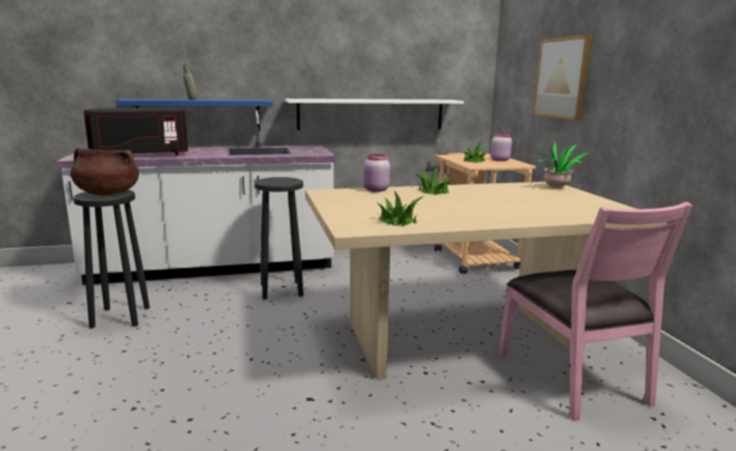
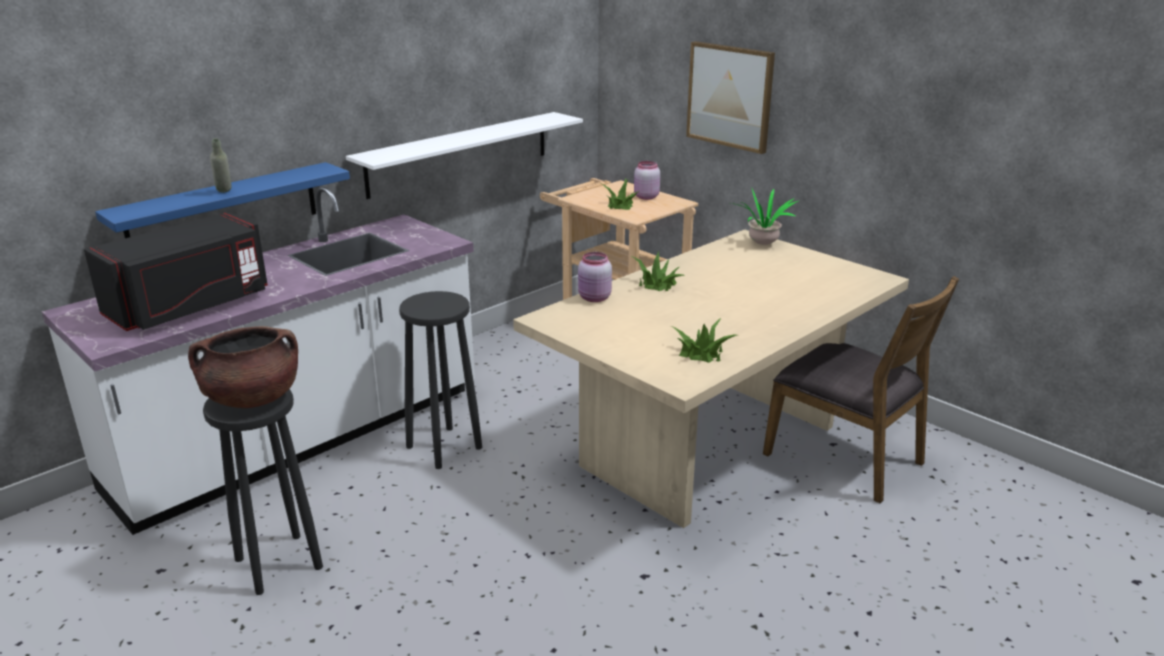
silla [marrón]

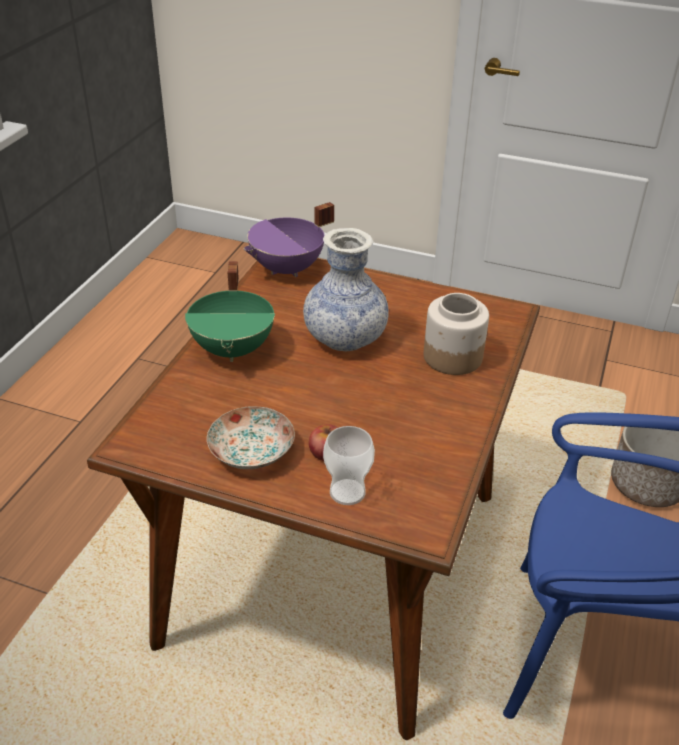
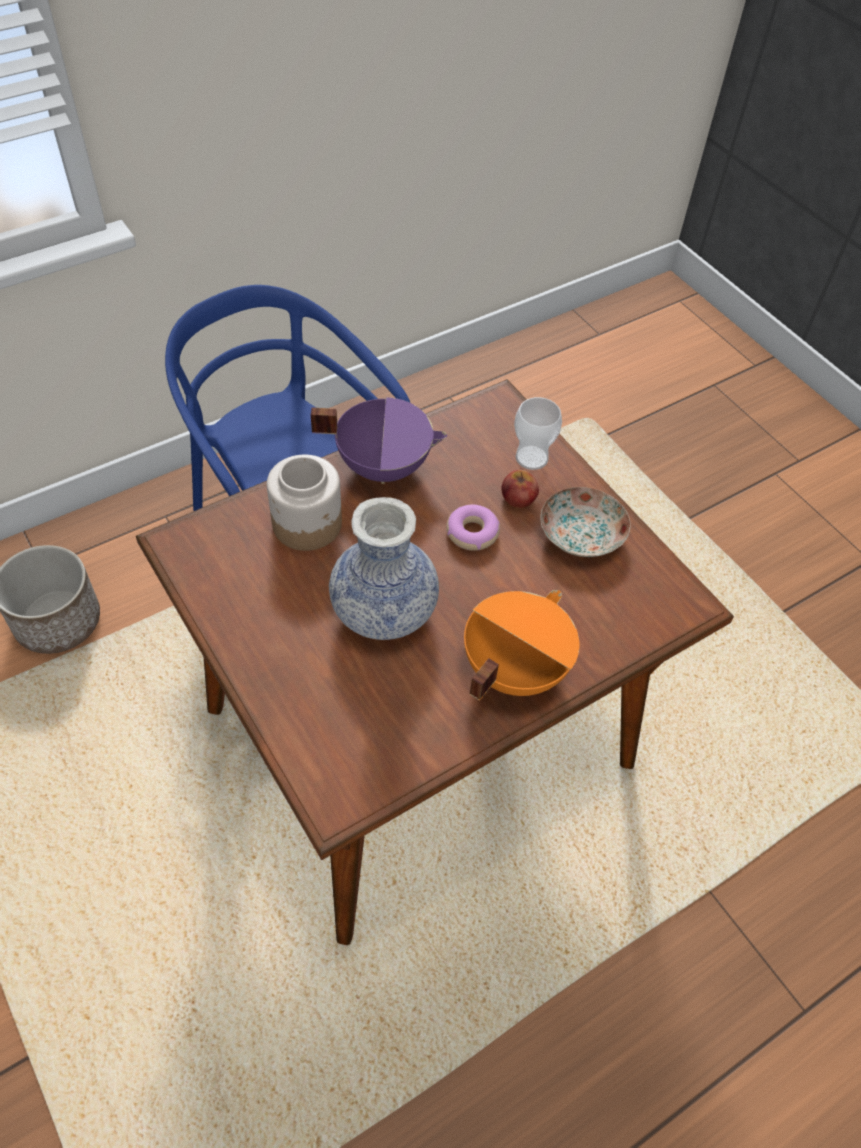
olla [morado]
olla [naranja]
rosquilla

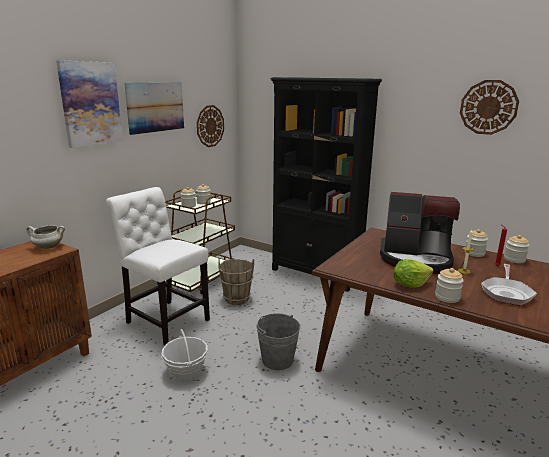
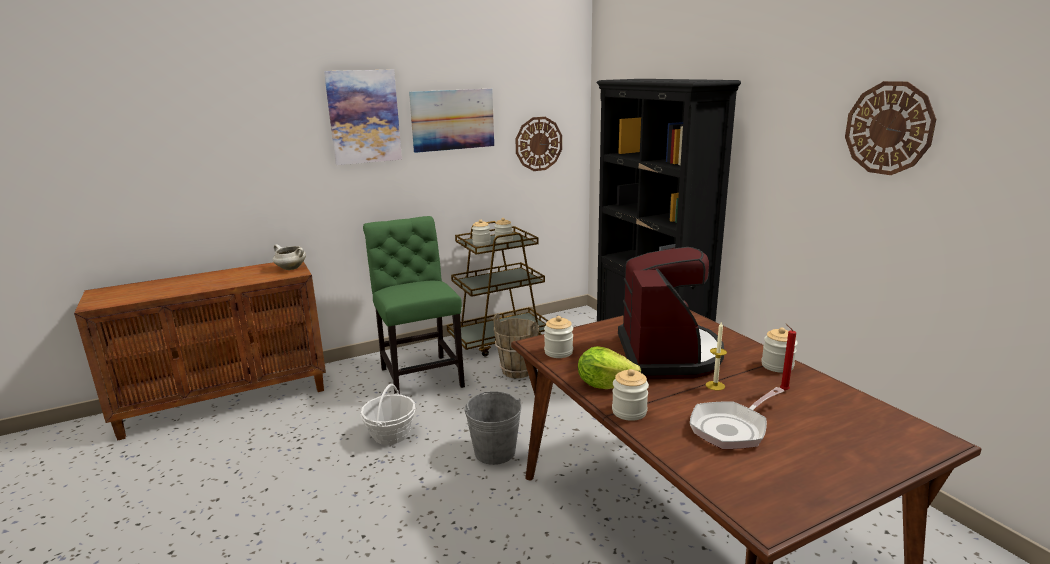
silla [verde]
cafetera
tarro (3rd from left)

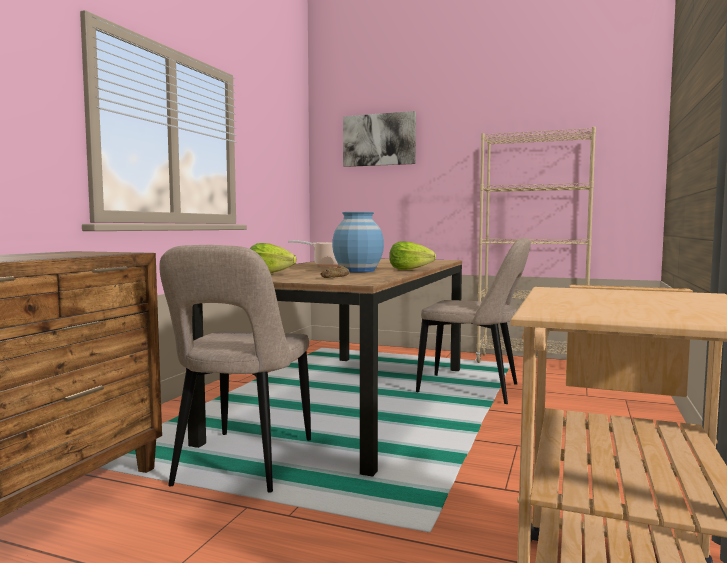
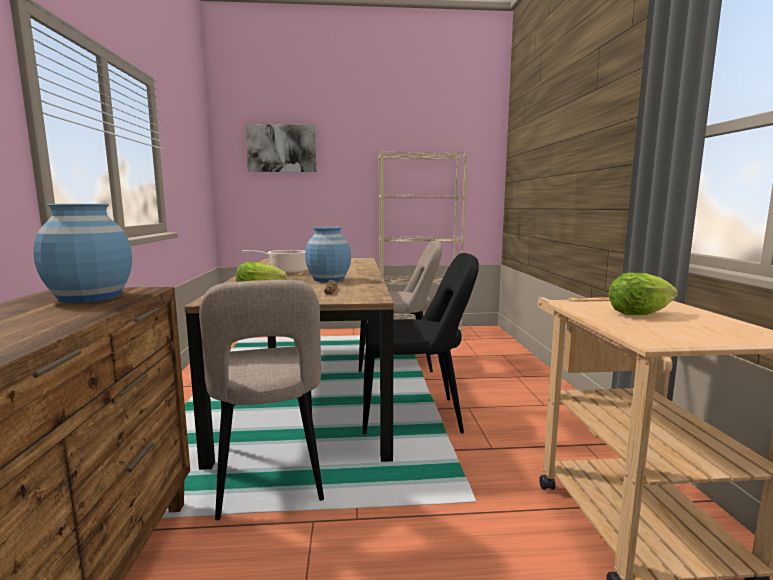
lechuga (2nd from left)
florero [azul] (1st from left)
silla [negro]

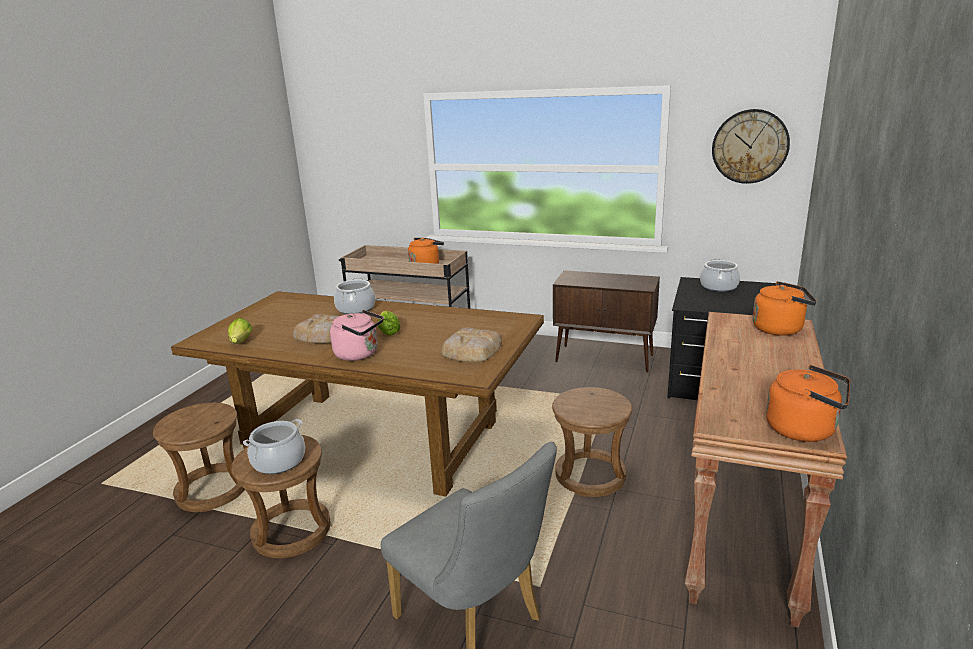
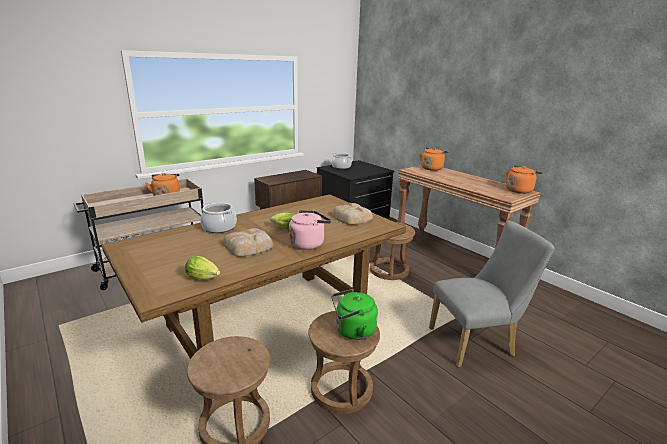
reloj de pared
hervidor [verde]

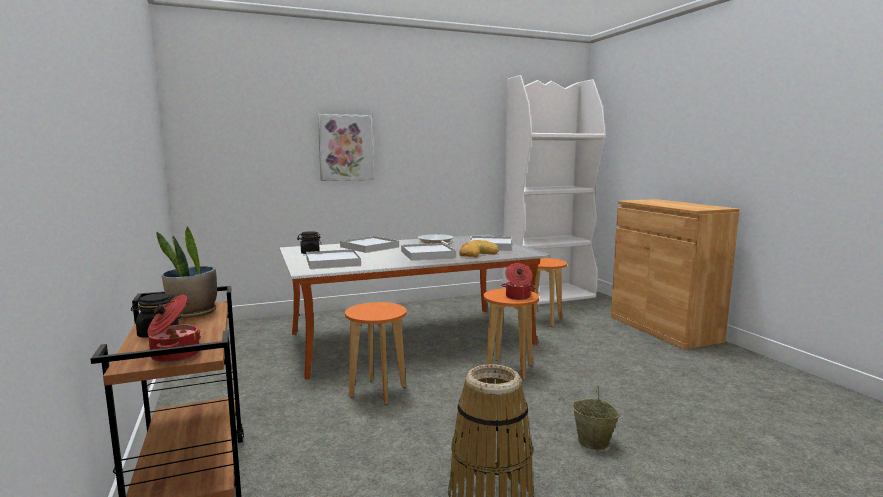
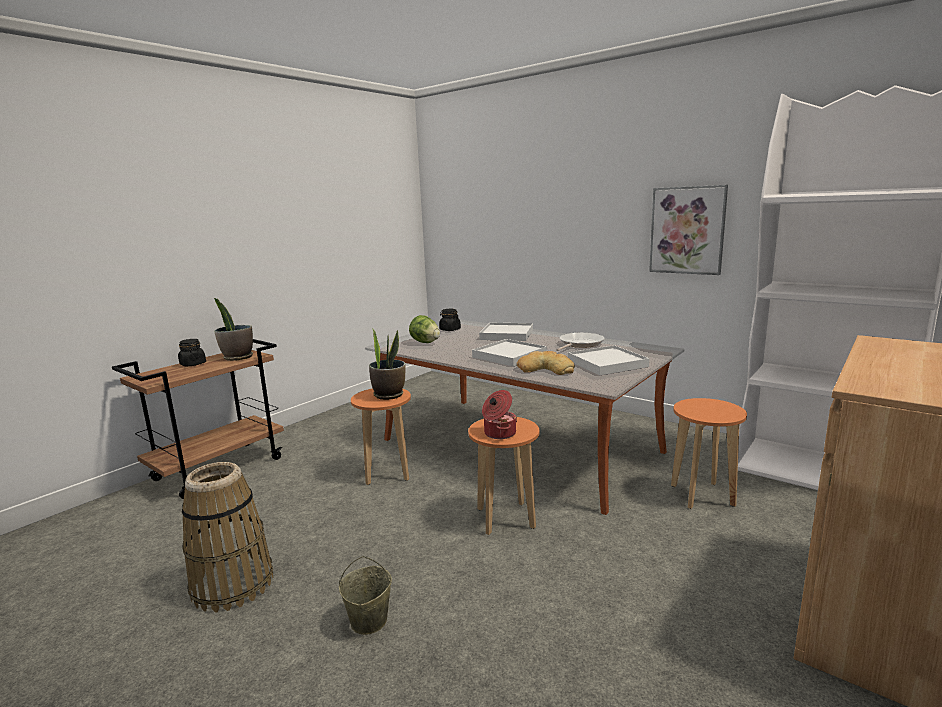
cuadro
lechuga
olla (1st from left in the first image)
planta en maceta (2nd from left)

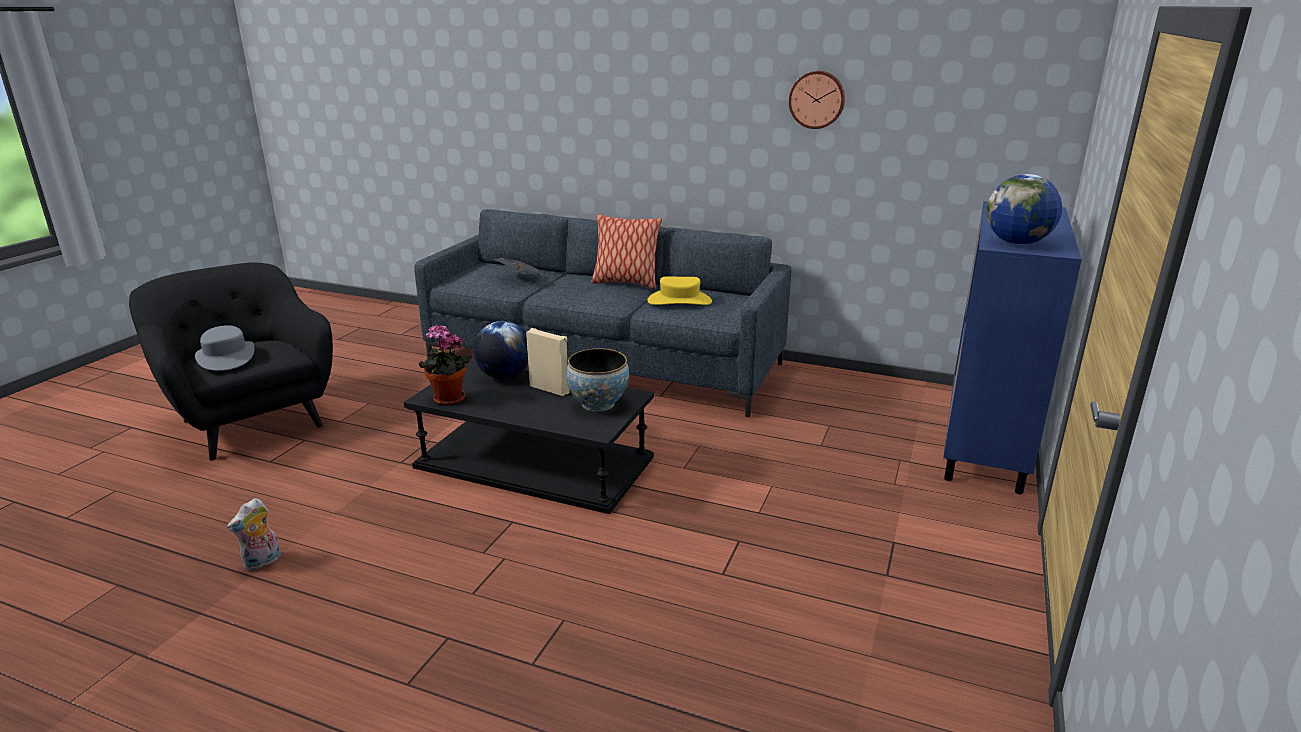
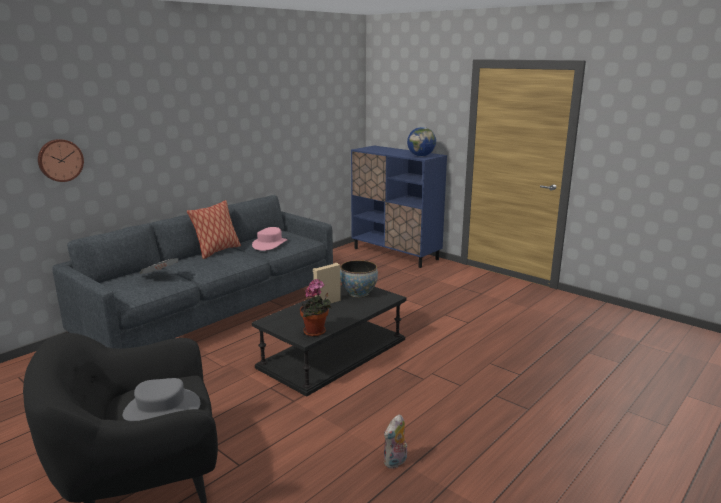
reloj de pared
sombrero [rosa]
globo terráqueo (1st from left in the first image)
peluche

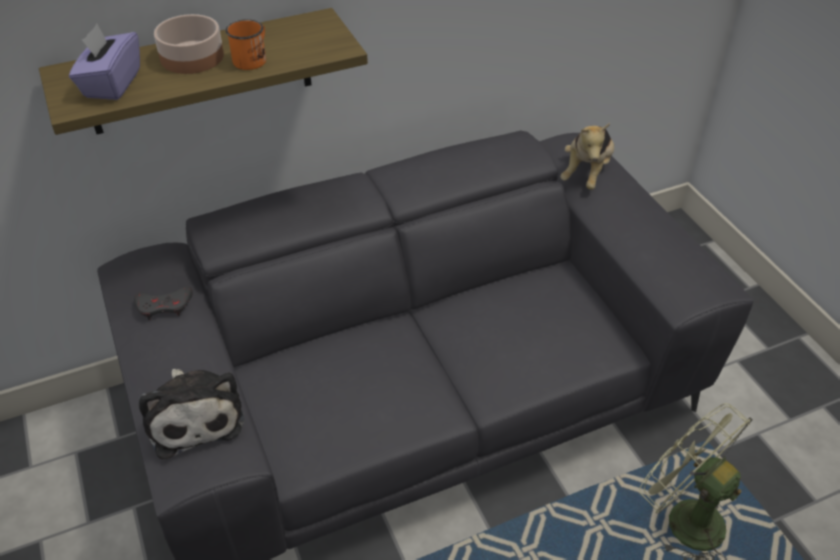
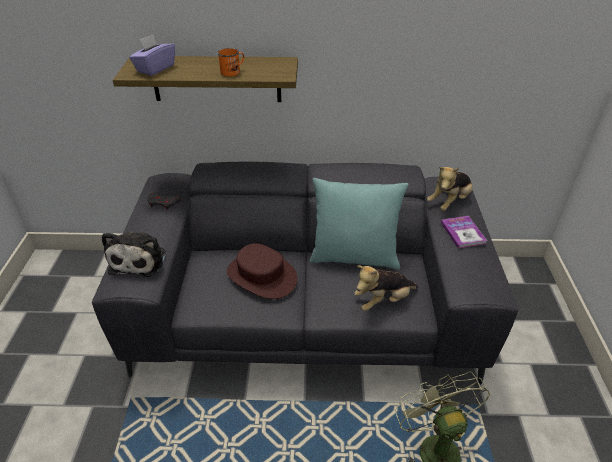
cuenco
cojín [turquesa]
libro
sombrero [marrón]
peluche (2nd from left)

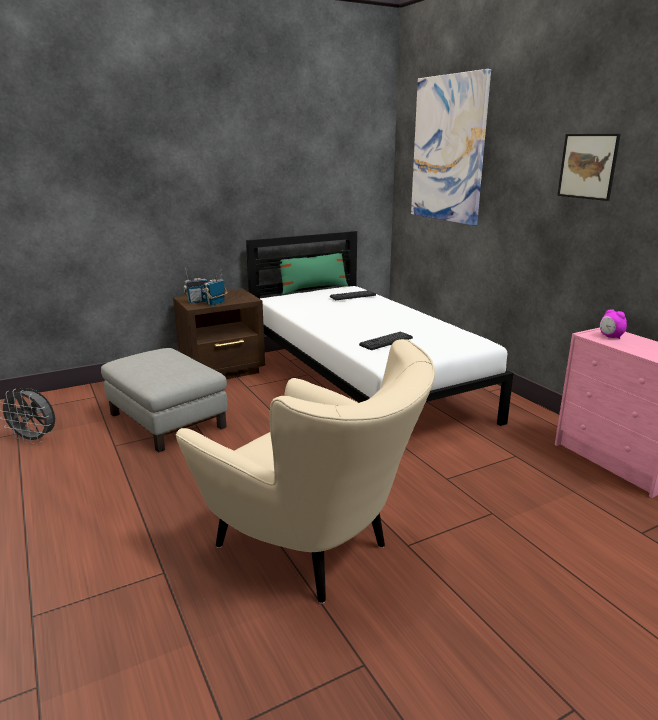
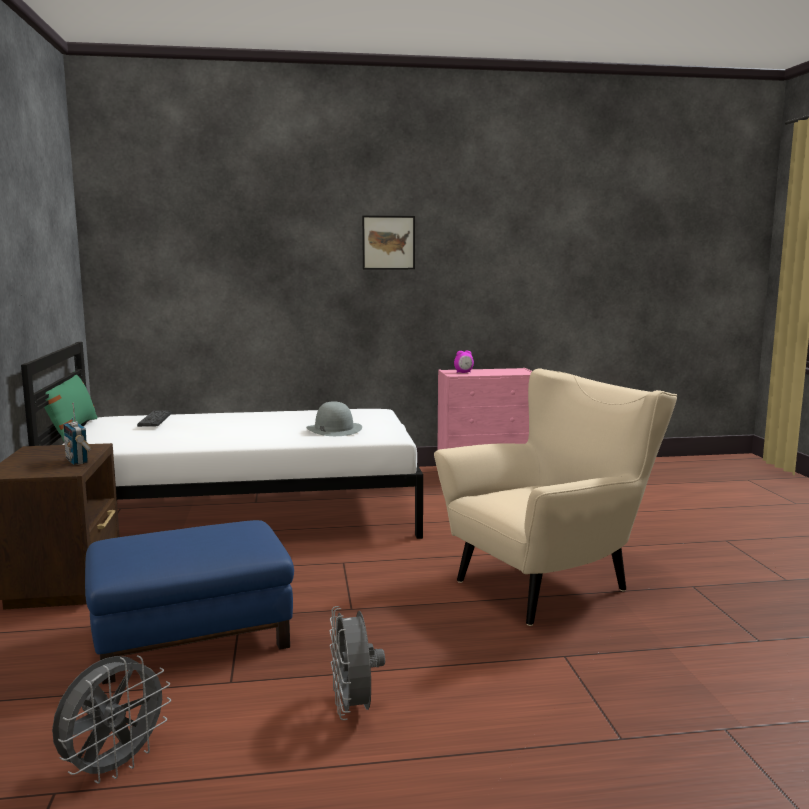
cuadro (1st from left in the first image)
radio (1st from left in the first image)
sombrero [gris]
puf [azul]
ventilador [gris] (2nd from left)

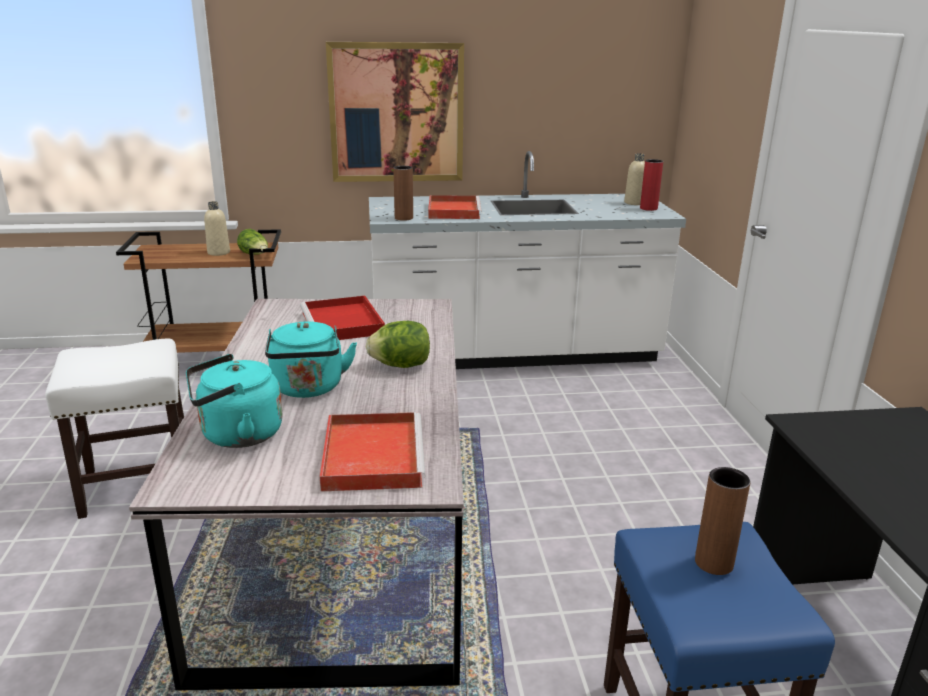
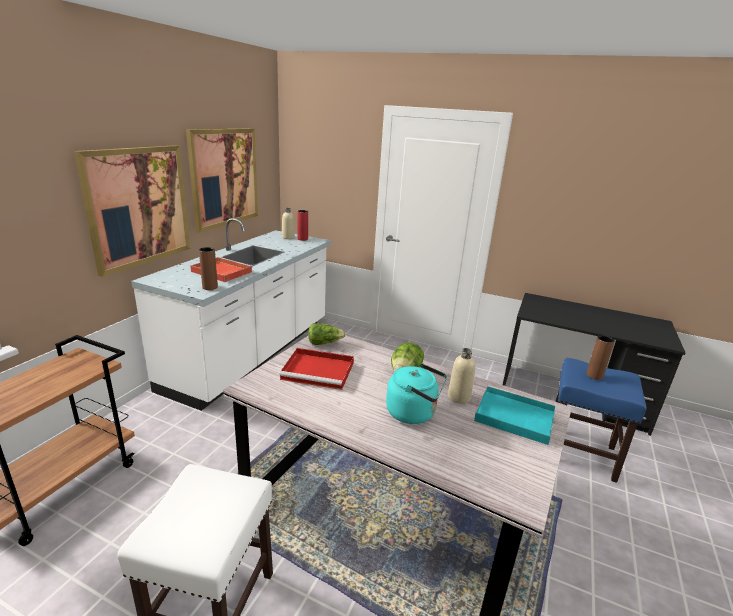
botella [beis] (2nd from left)
lechuga (1st from left)
hervidor [turquesa] (1st from left in the first image)
bandeja [turquesa]
cuadro (2nd from left)

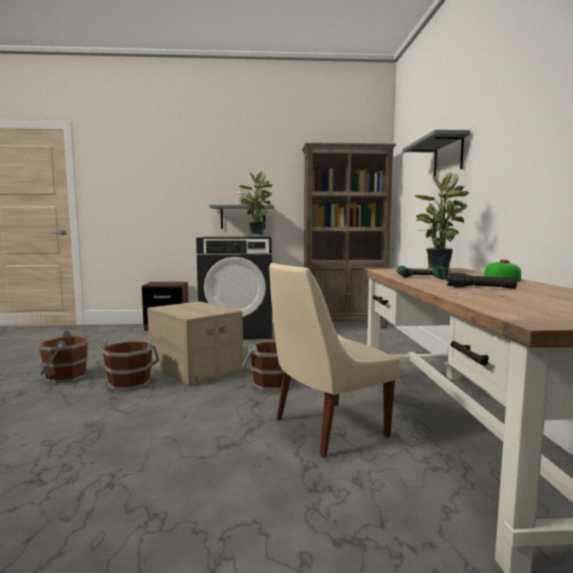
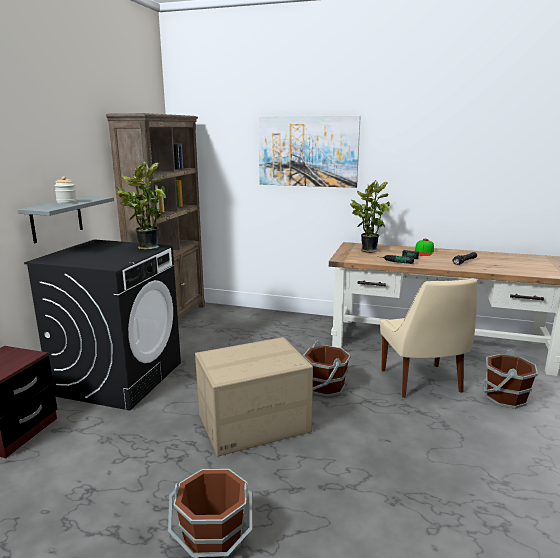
cuadro
cubo [marrón] (3rd from left)

